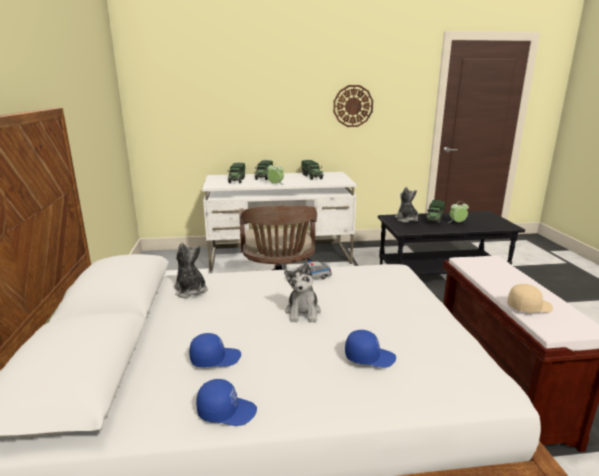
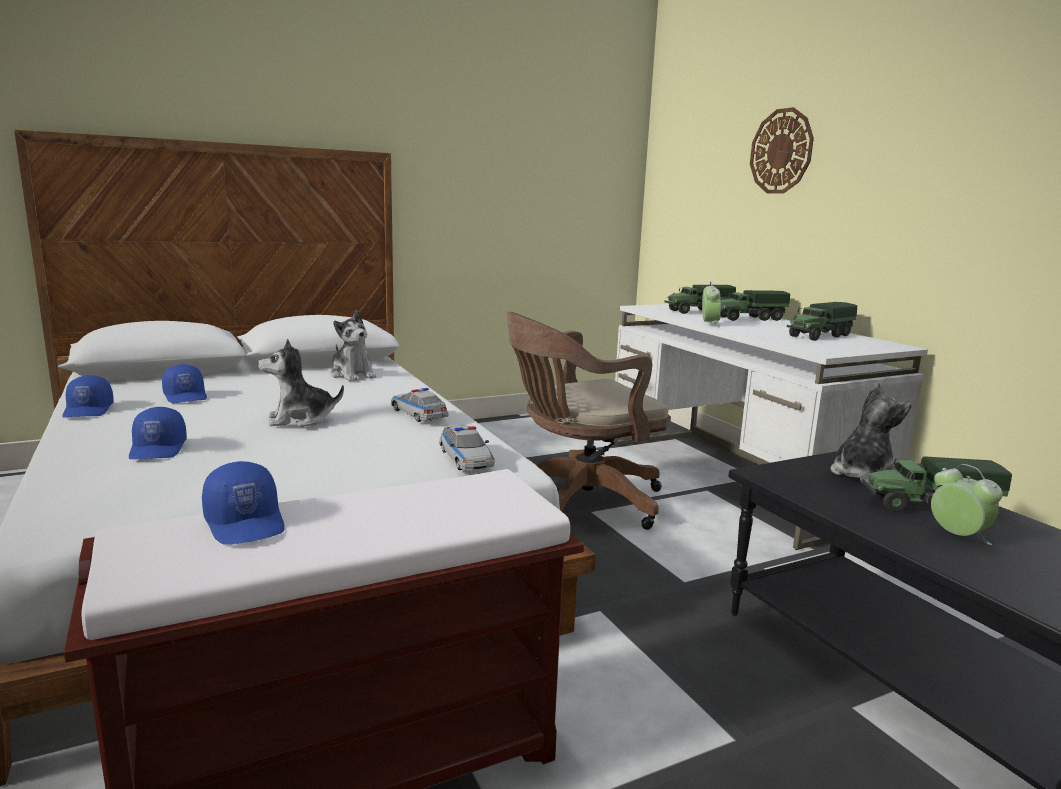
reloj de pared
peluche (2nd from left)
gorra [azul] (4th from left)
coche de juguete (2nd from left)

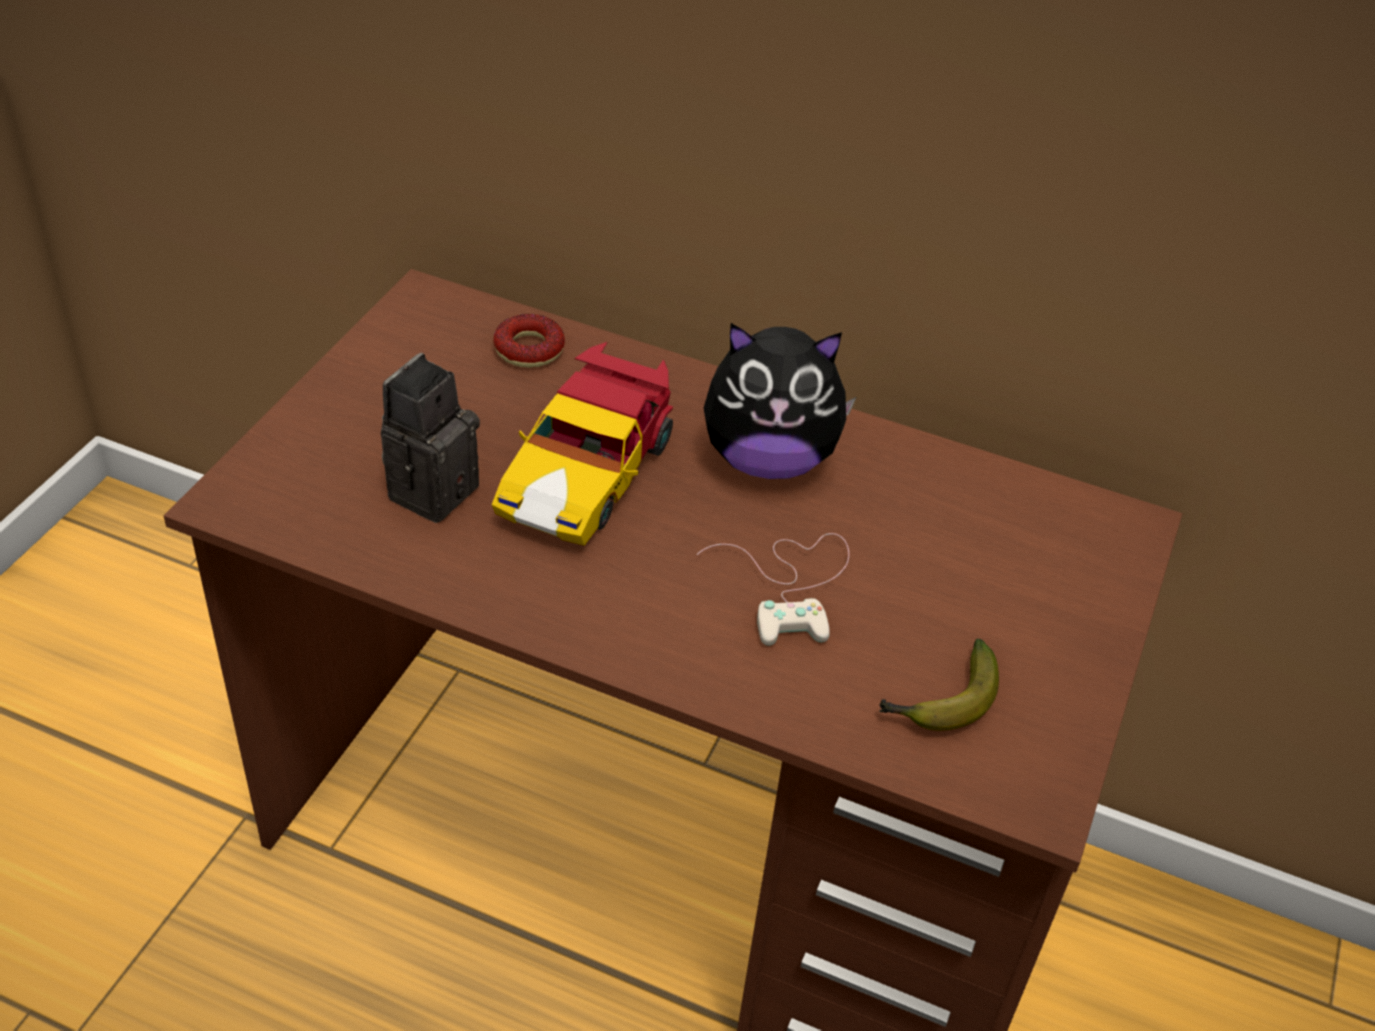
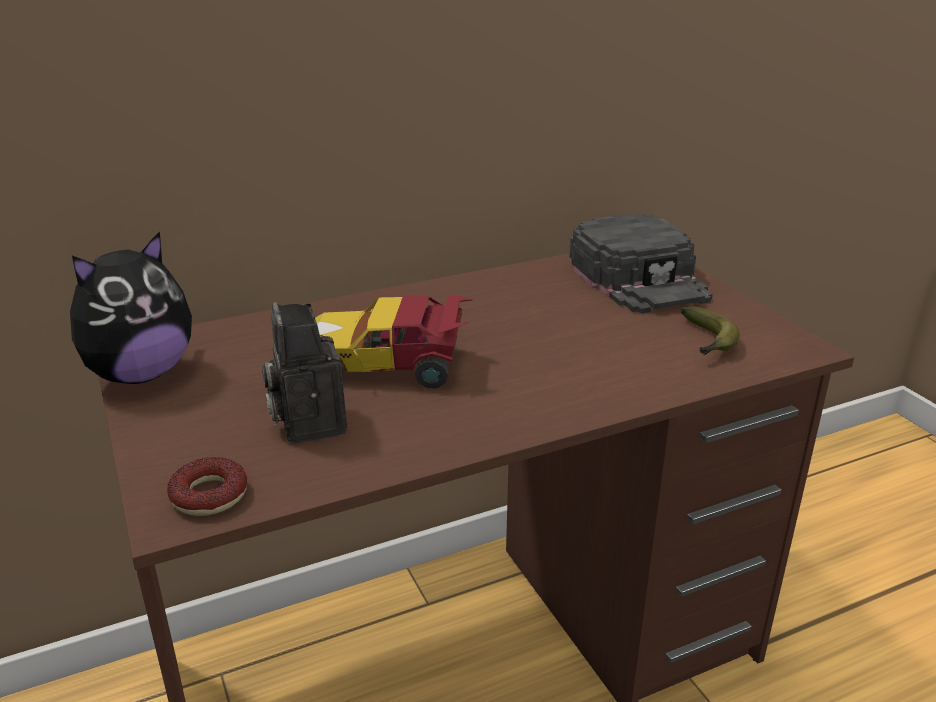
rosquilla
peluche
coche de juguete
mando de consola [blanco]
gorra [negro]

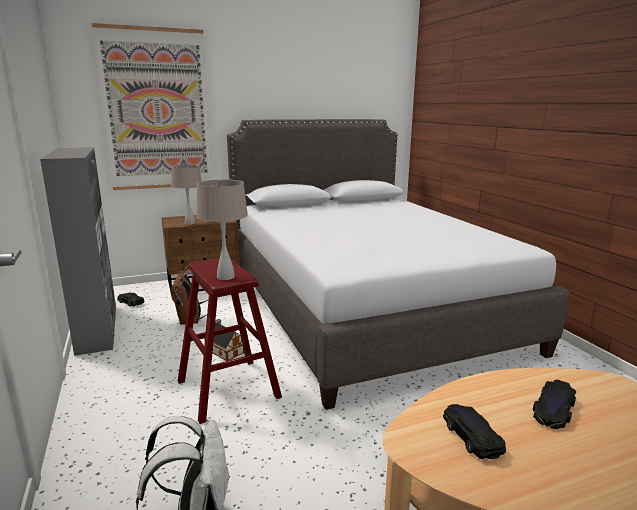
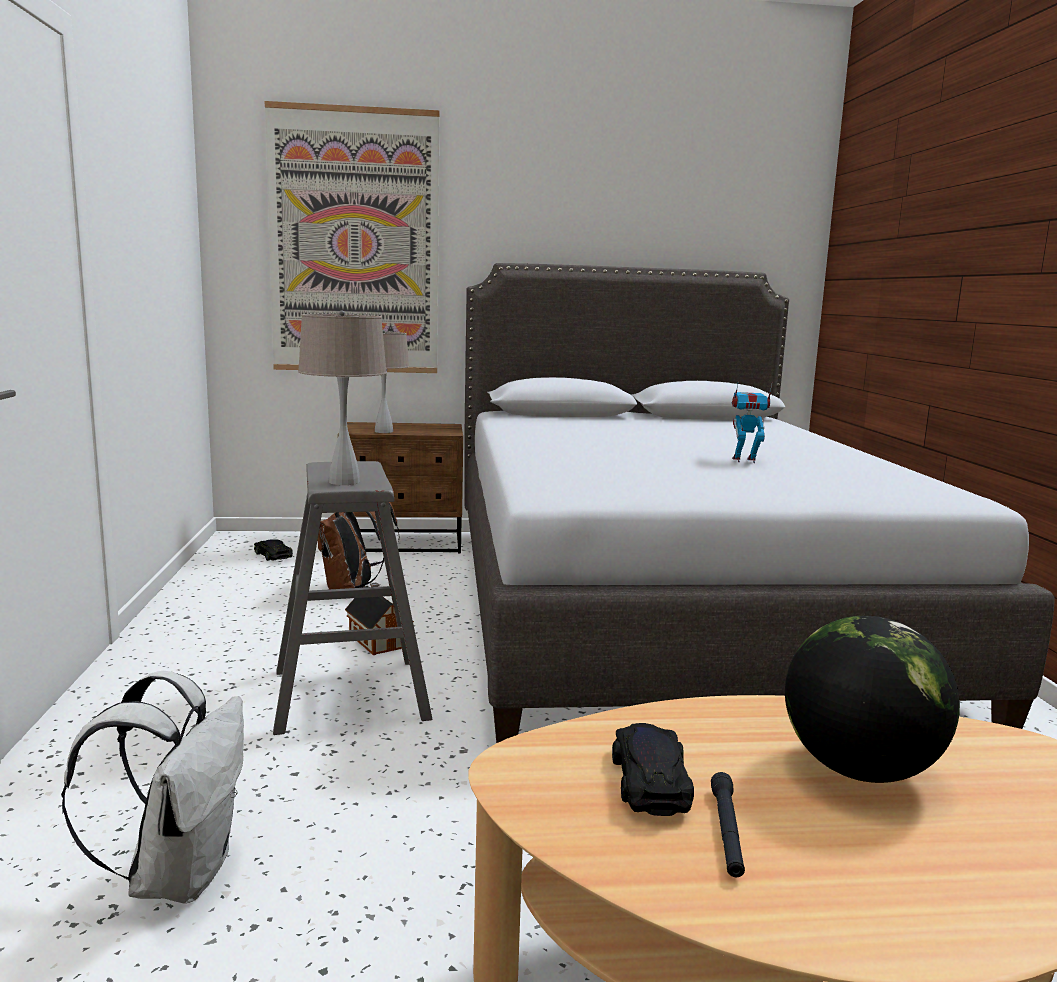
armario [gris]
taburete [gris]
globo terráqueo
robot de juguete
linterna [negro]

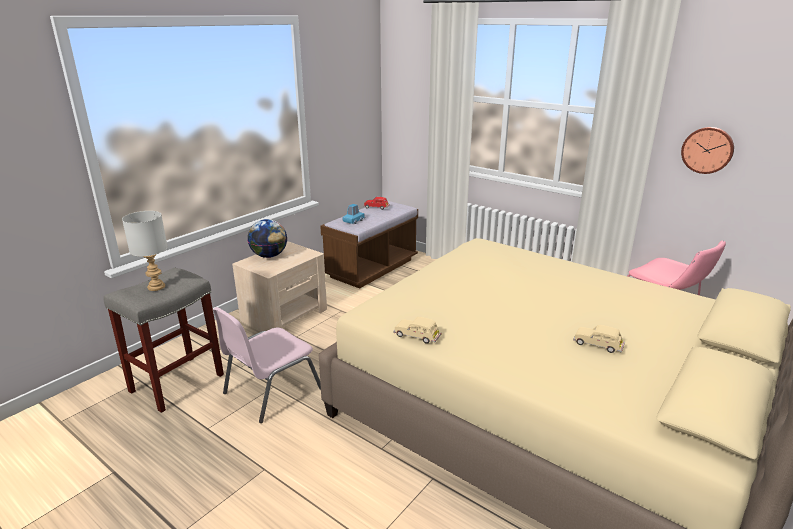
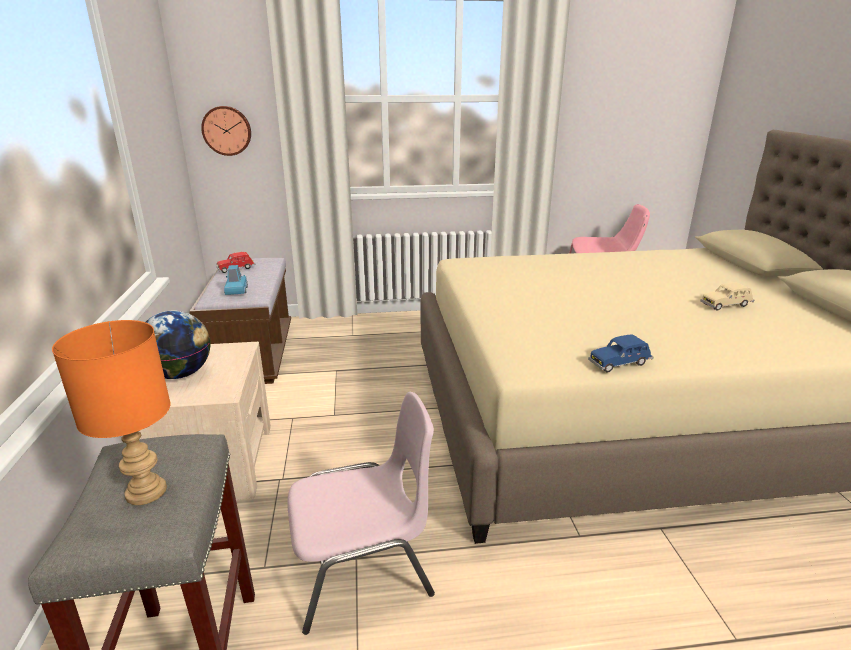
reloj de pared
lámpara de mesa [naranja]
silla [rosa]
coche de juguete [azul] (2nd from left)

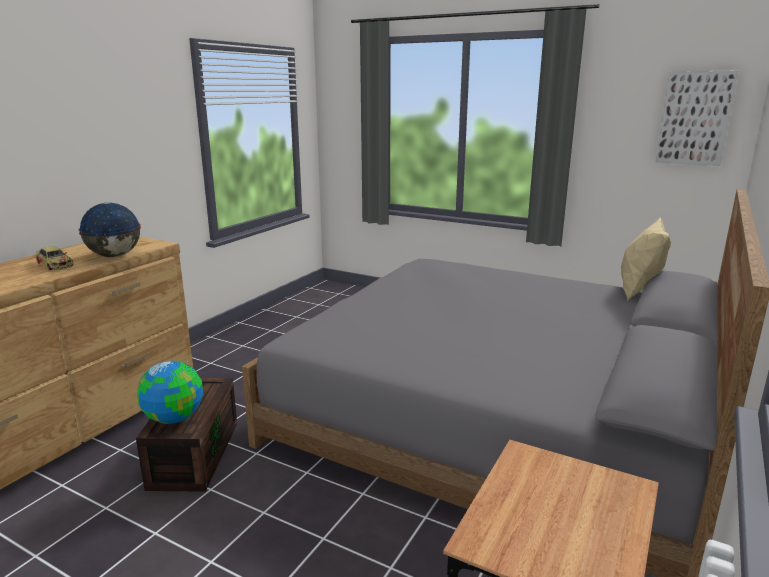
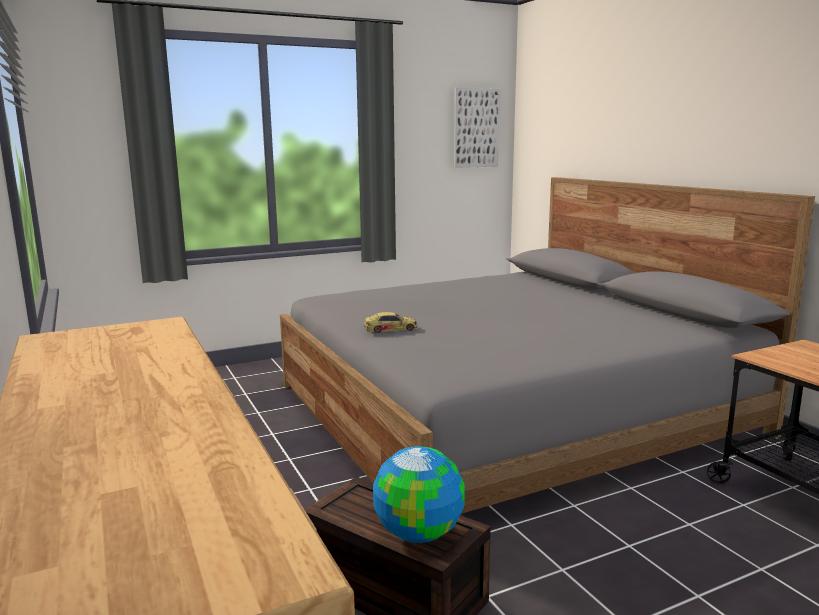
globo terráqueo (1st from left in the first image)
cojín [beis]
coche de juguete

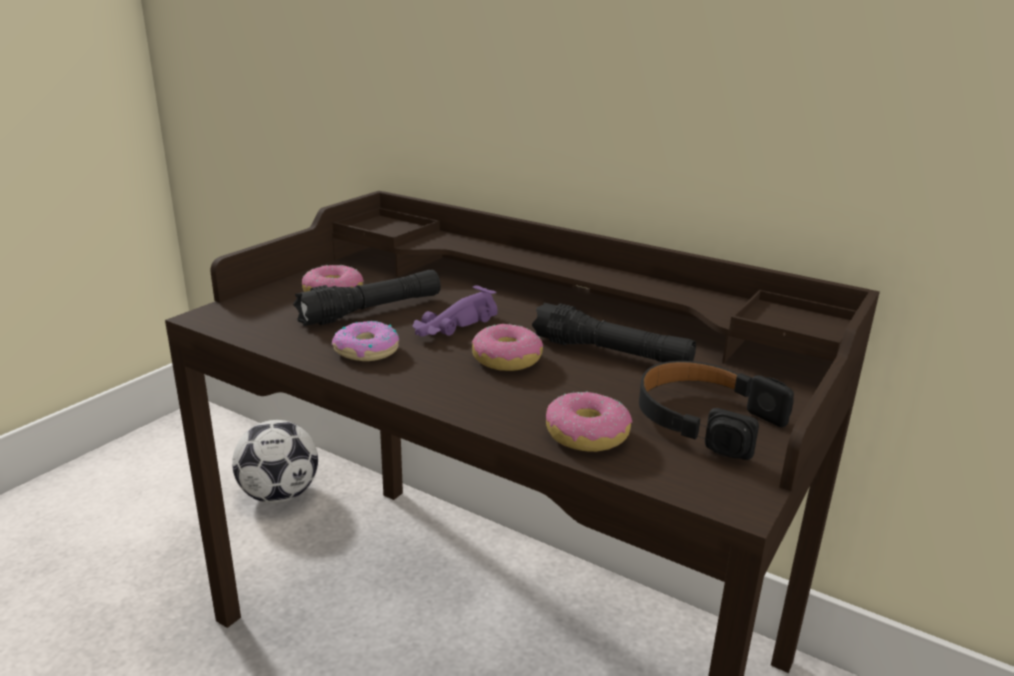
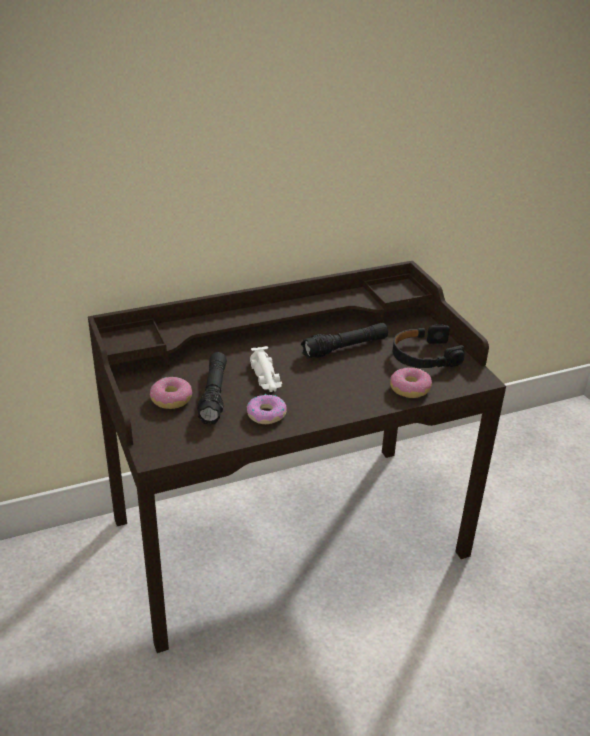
coche de juguete [blanco]
rosquilla (3rd from left in the first image)
balón de fútbol

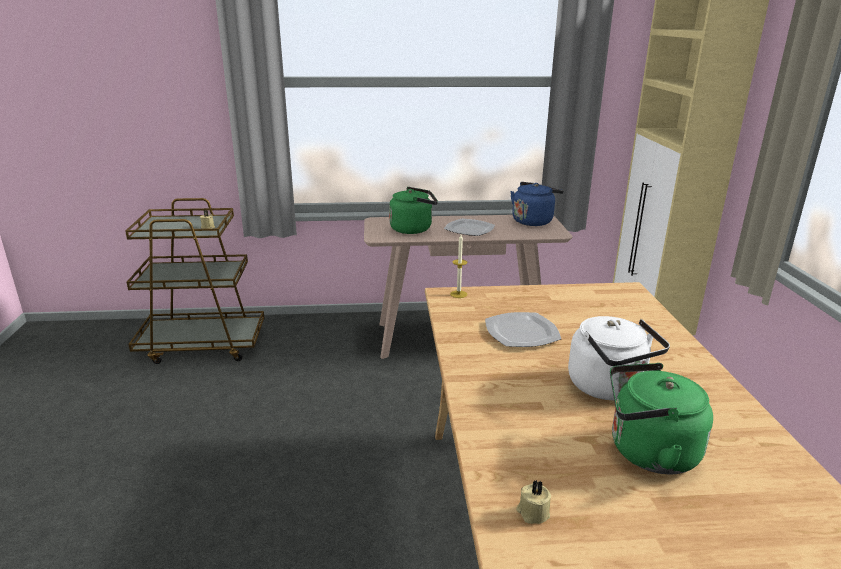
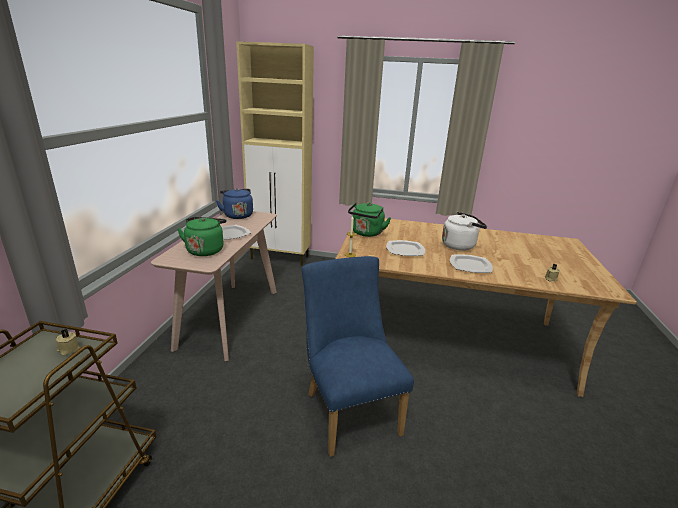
hervidor [verde] (2nd from left)
plato (3rd from left)
silla [azul]

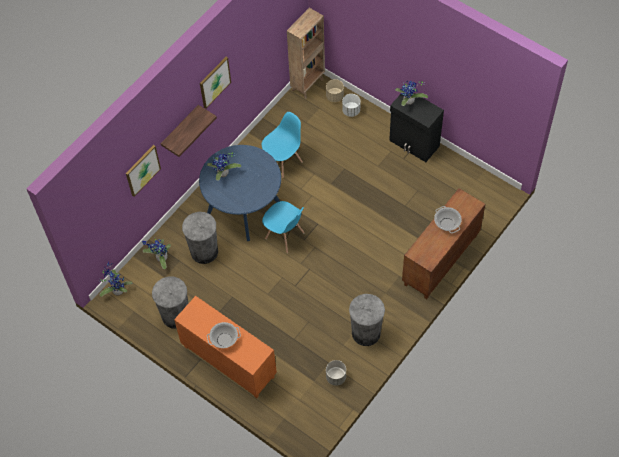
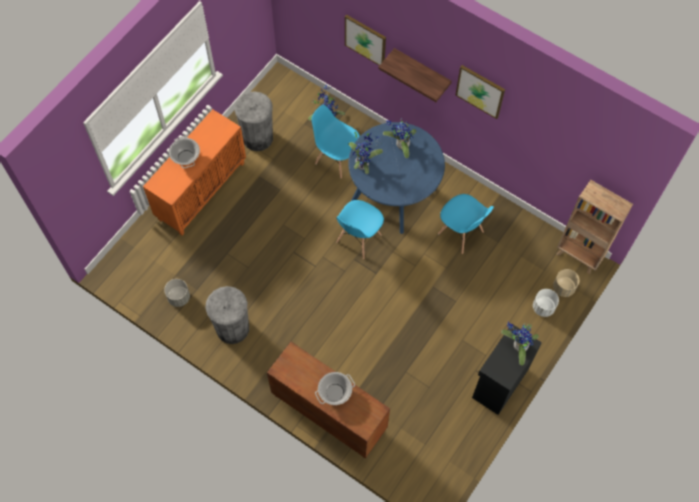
silla [azul] (1st from left)
planta en maceta (2nd from left)

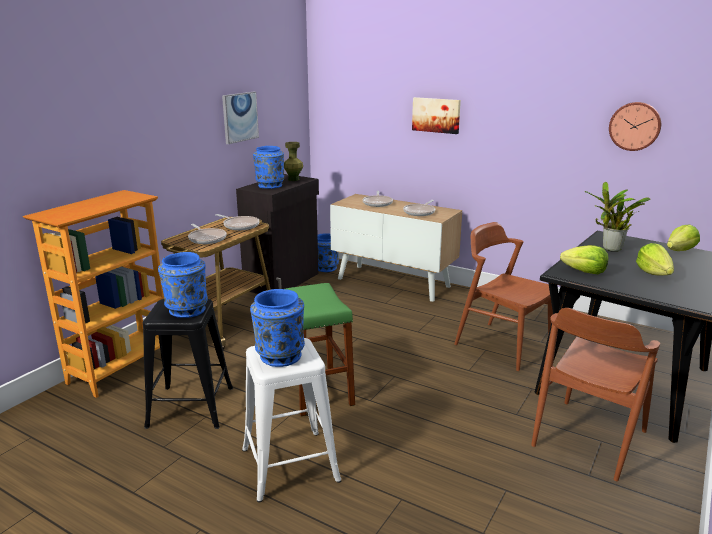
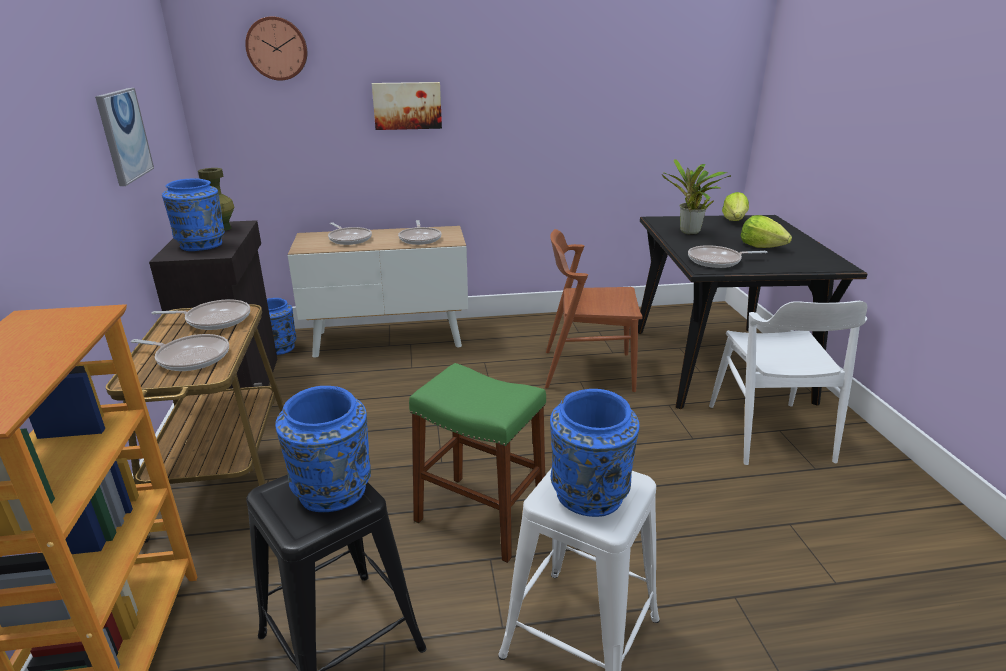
reloj de pared
sartén (5th from left)
silla [blanco]

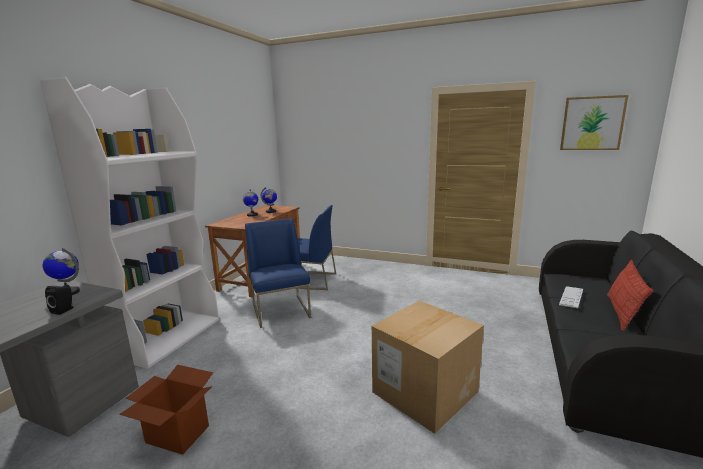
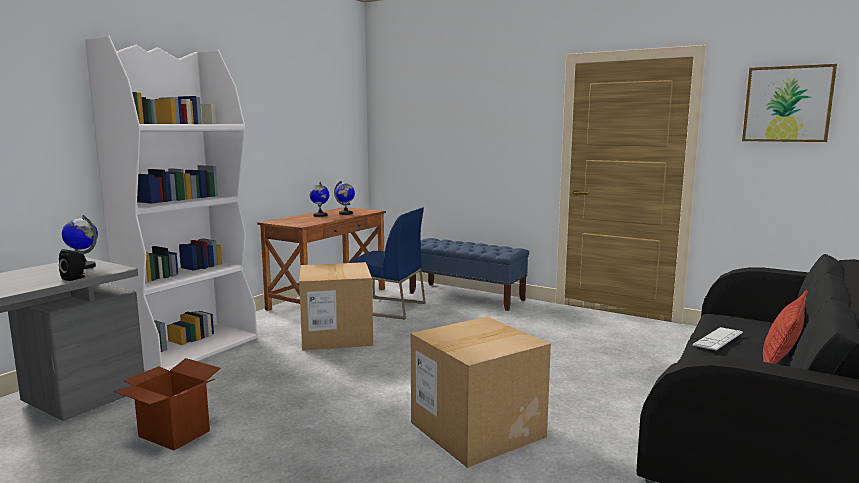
caja de cartón (2nd from left)
banco [azul]

